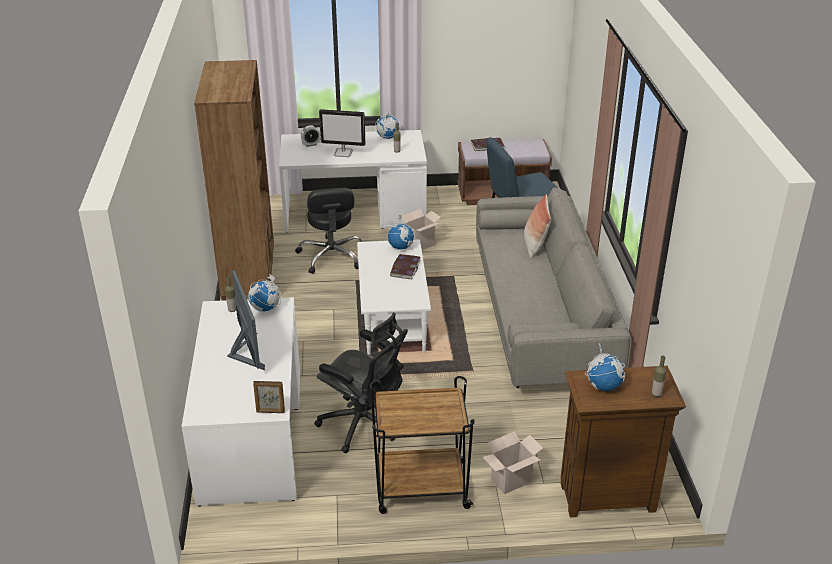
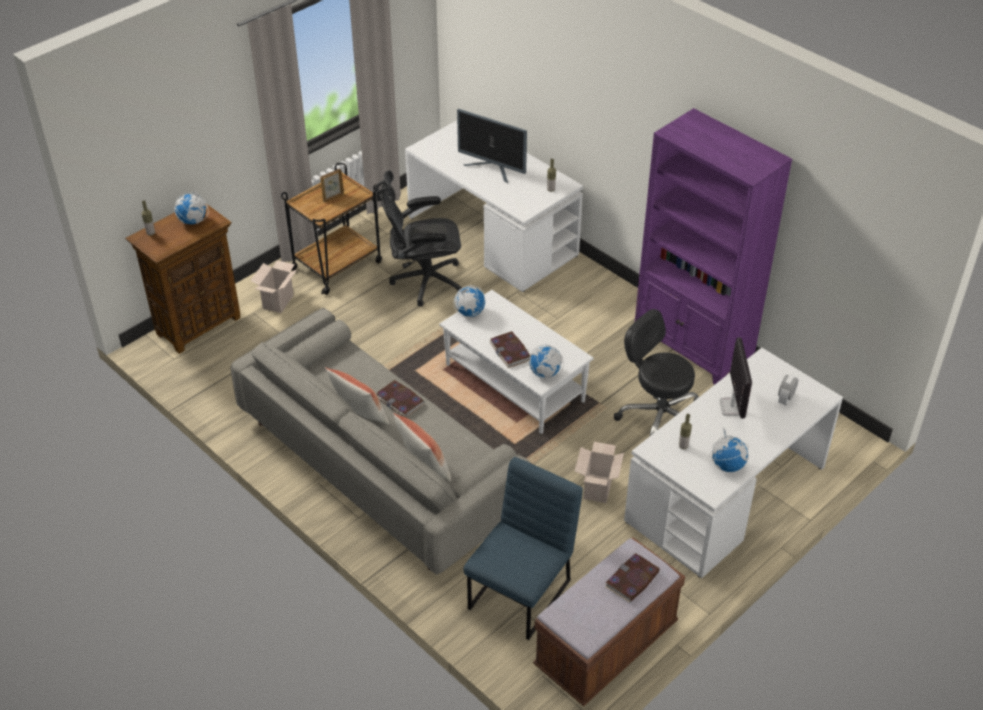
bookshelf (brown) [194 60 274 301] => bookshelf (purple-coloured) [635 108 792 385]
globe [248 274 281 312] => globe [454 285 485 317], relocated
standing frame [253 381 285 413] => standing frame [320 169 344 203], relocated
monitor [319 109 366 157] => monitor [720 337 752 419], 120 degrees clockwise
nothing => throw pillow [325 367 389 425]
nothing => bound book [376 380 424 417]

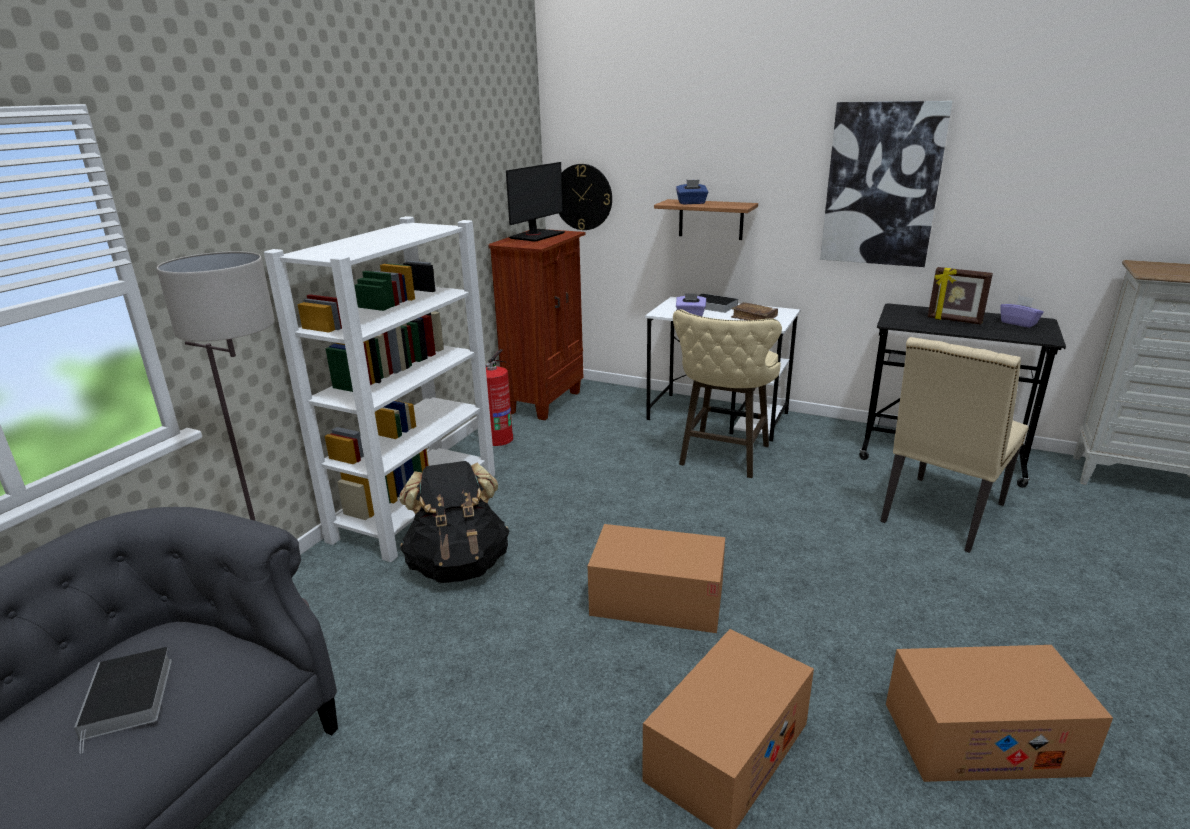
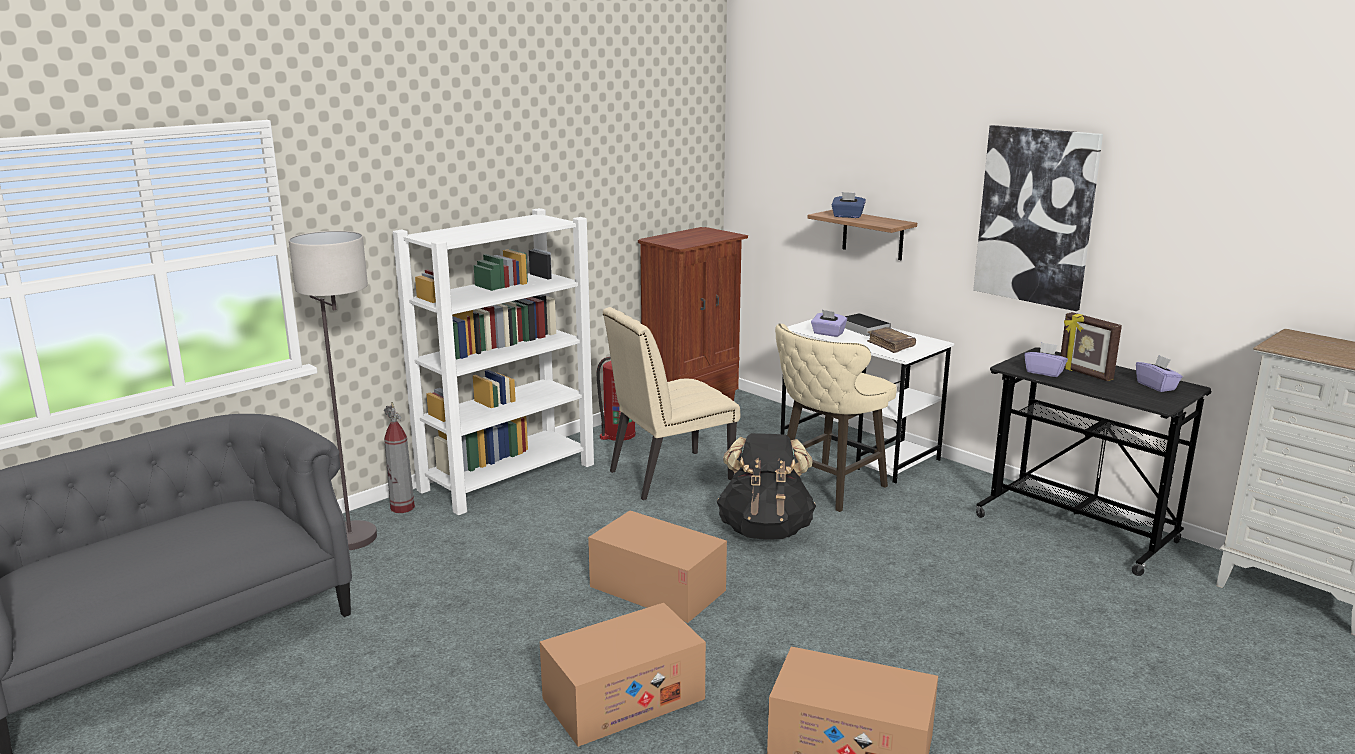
bound book [74 647 172 754] => nothing
backpack (blackish) [399 461 510 583] => backpack (blackish) [717 433 816 540], relocated
monitor [506 162 565 242] => nothing
clock on the wall [558 164 612 230] => nothing
plain chair (sand-coloured) [880 337 1029 553] => plain chair (sand-coloured) [603 307 740 500], relocated
nothing => fire-fighting cylinder [384 402 415 513]
nothing => box of tissues (purple-coloured) [1024 342 1068 377]

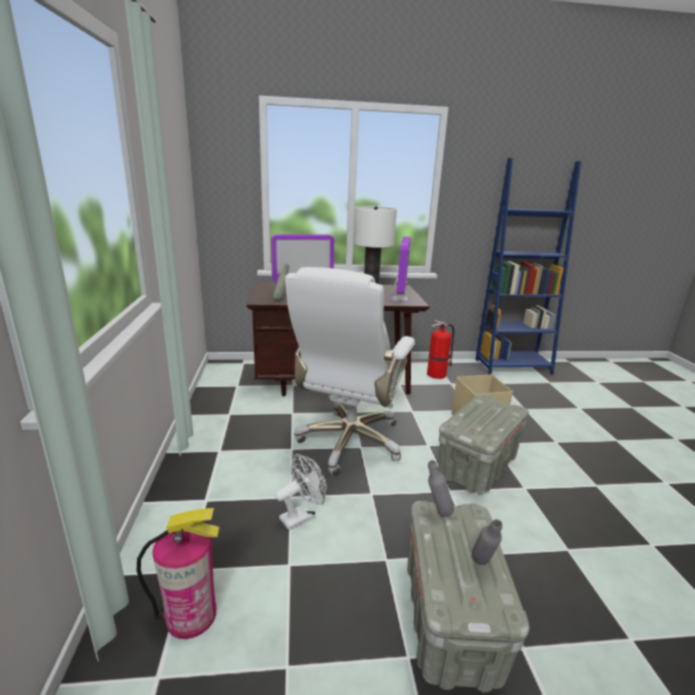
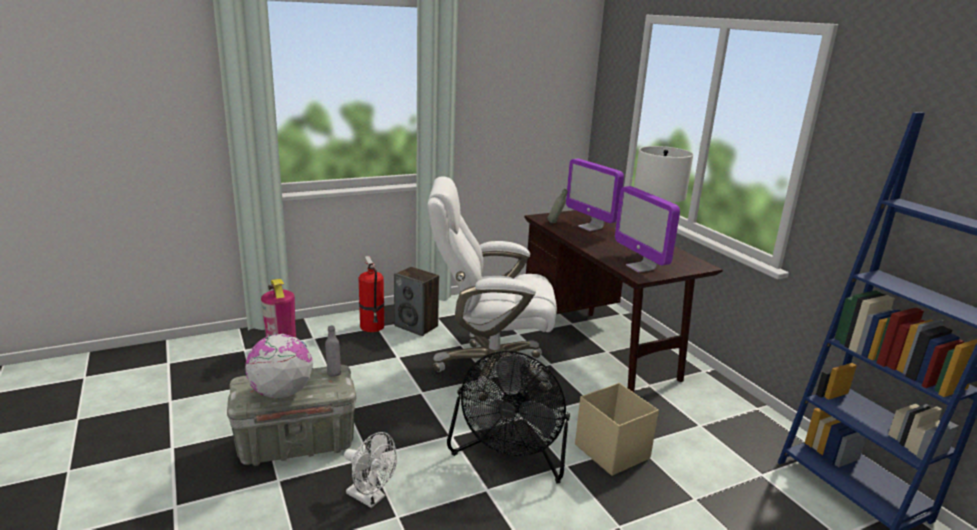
fan (white-coloured) [275 454 327 530] => fan (white-coloured) [344 432 397 508], relocated
monitor [390 236 411 302] => monitor [615 186 680 272], 75 degrees clockwise
fire-fighting cylinder [427 320 454 379] => fire-fighting cylinder [359 256 384 332], relocated
storage box (gray) [438 394 529 494] => fan (blackish) [447 351 570 484]
beverage bottle (gray) [472 519 502 565] => globe [245 334 313 399]
nothing => speaker [394 267 439 336]

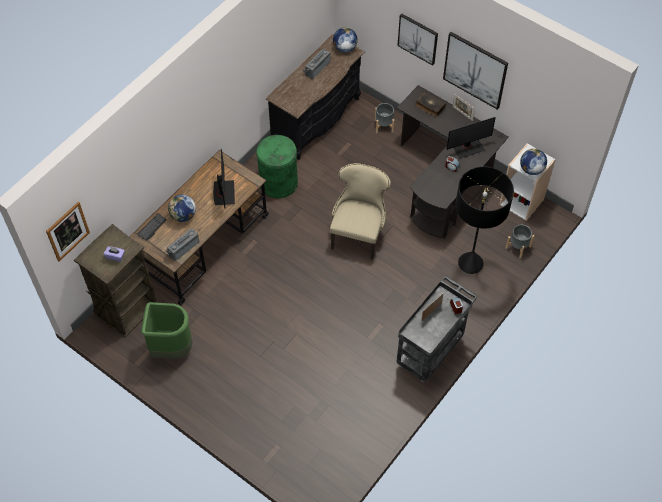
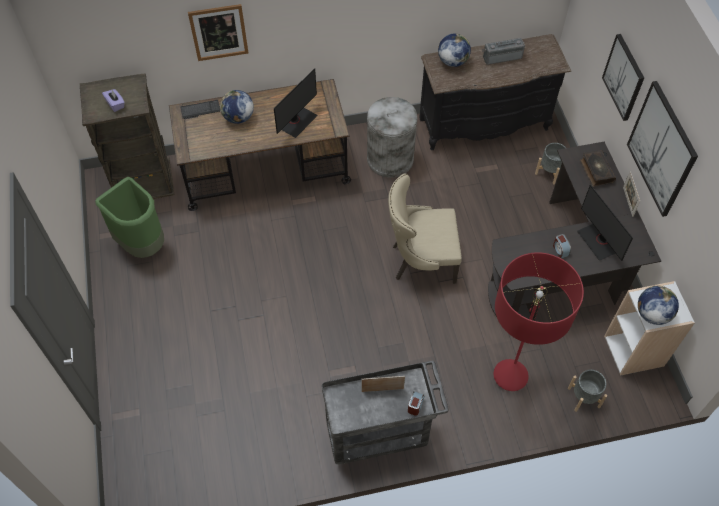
wall art [46 202 90 261] => wall art [188 4 248 61], relocated
radio [166 228 199 261] => nothing
trash can (green) [256 135 298 198] => trash can (gray) [367 97 418 178]
plain chair (sand-coloured) [330 163 391 260] => plain chair (sand-coloured) [388 174 462 284], 150 degrees counterclockwise
globe [333 27 358 52] => globe [438 33 471 67], relocated
monitor [447 117 496 159] => monitor [577 185 633 261], 45 degrees clockwise
standard lamp (blackish) [456 166 514 274] => standard lamp (reddish) [494 252 584 391]

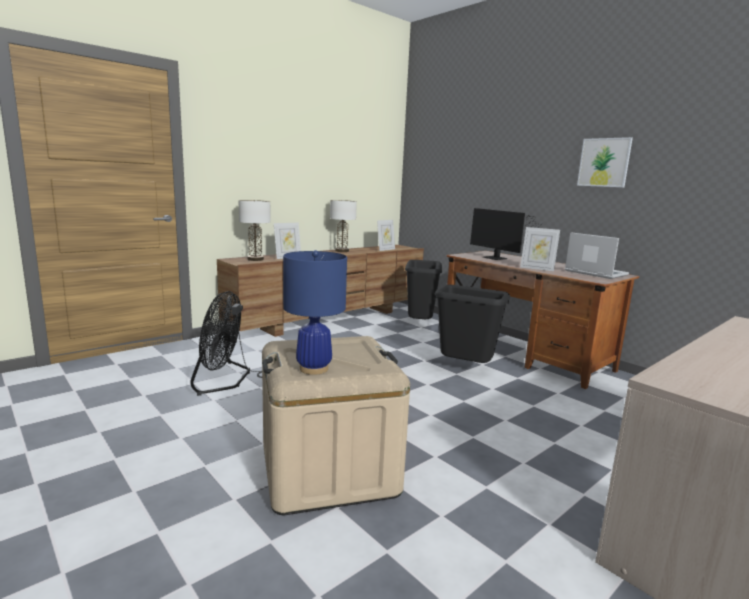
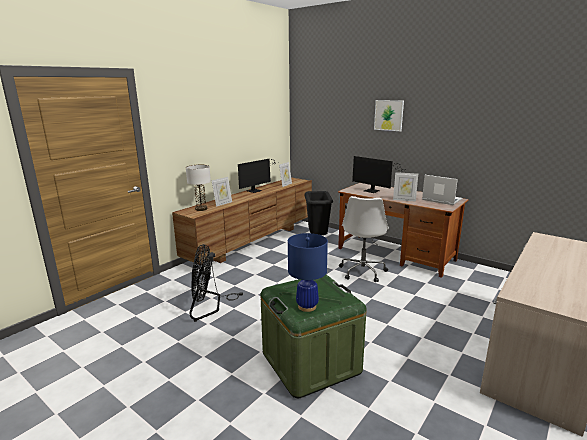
storage box (sand-coloured) [262 336 410 515] => storage box (green) [260 275 367 398]
table lamp [330 200 357 252] => monitor [238 159 276 193]
trash can (blackish) [435 285 510 363] => computer chair (white-coloured) [339 196 389 282]
wall art [577 137 633 187] => wall art [374 100 404 131], relocated

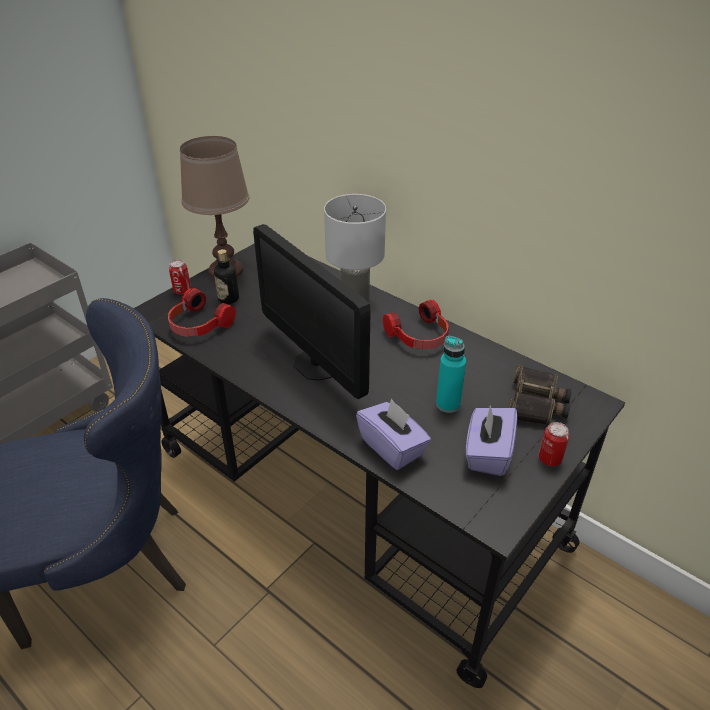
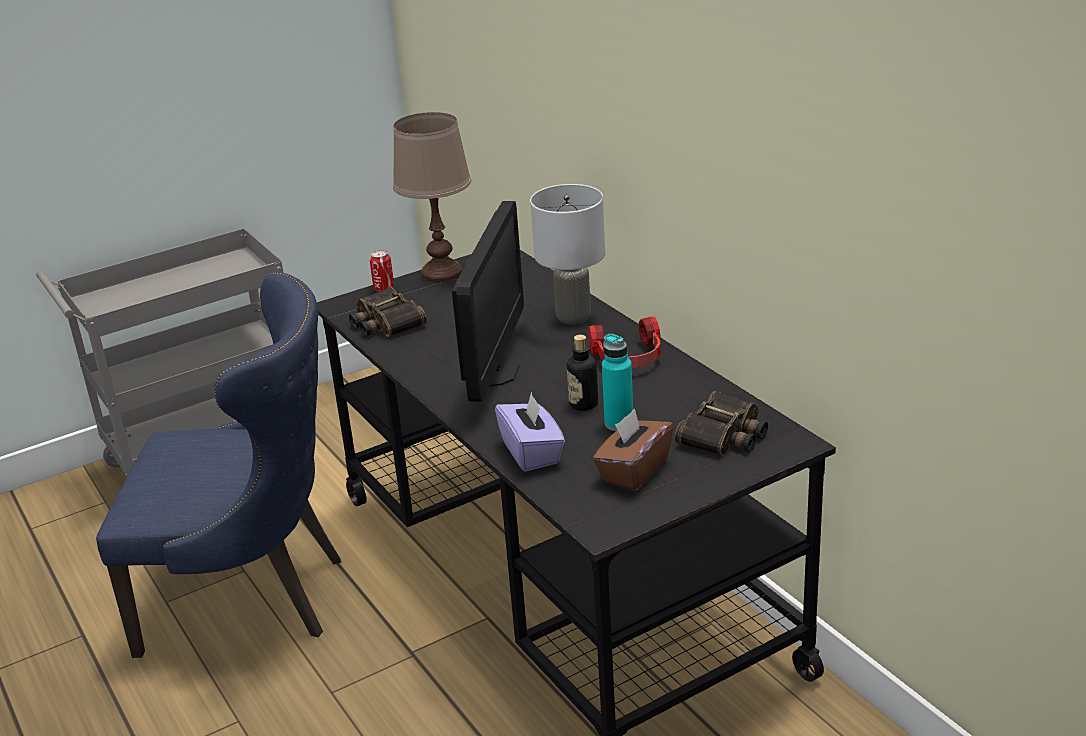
headphones [168 288 236 337] => pair of binoculars [349 286 427 337]
beverage bottle [214 249 239 304] => beverage bottle [567 335 598 411], relocated
monitor [253 224 371 399] => monitor [452 201 524 402], 150 degrees counterclockwise
box of tissues (purple-coloured) [466 405 517 476] => box of tissues (brown) [593 409 673 491]
can [538 422 569 466] => nothing

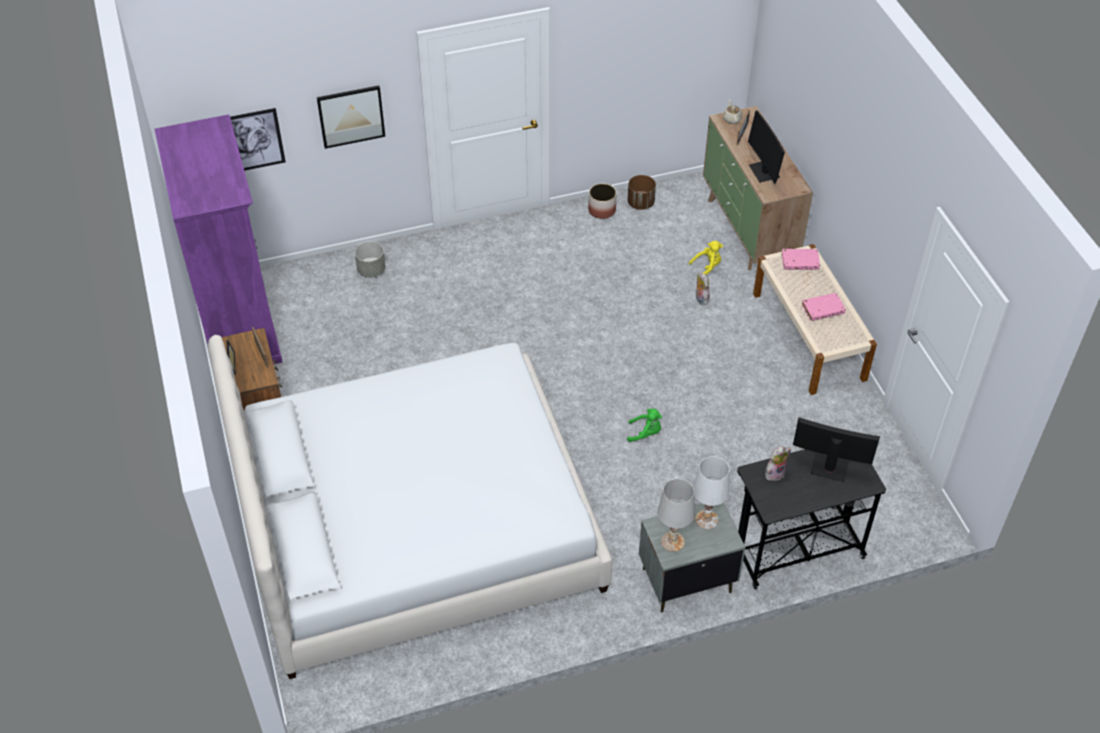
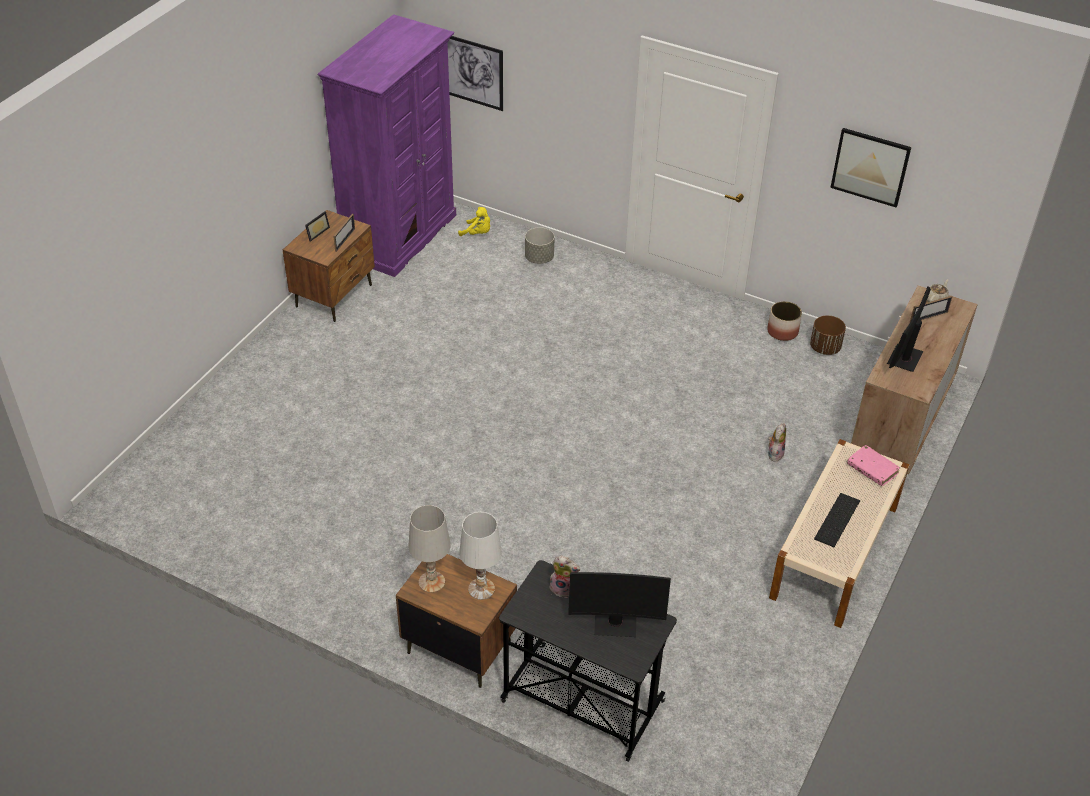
bed (white-coloured) [208 335 612 679] => nothing
wall art [317 85 385 149] => wall art [830 128 911 207], relocated
plush toy (green) [627 409 662 442] => nothing
night table (gray) [639 502 746 612] => night table (brown) [396 554 517 688]
plush toy (yellow) [689 241 723 277] => plush toy (yellow) [458 207 490 236], relocated
monitor [793 417 880 482] => monitor [568 572 671 637], 120 degrees clockwise
bound book (pink) [802 293 846 321] => keyboard [814 493 860 547]

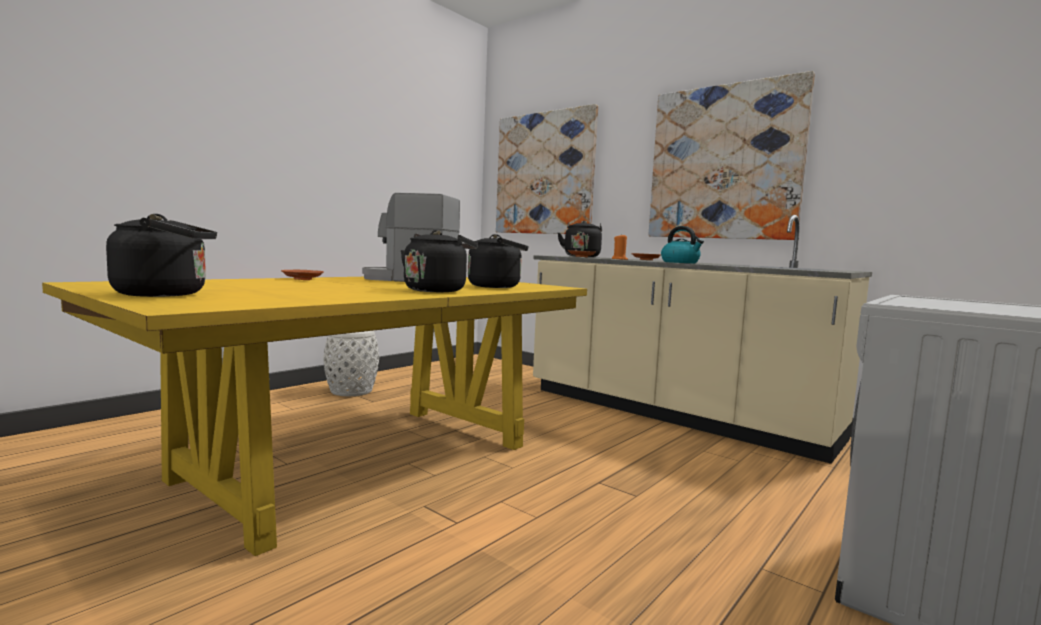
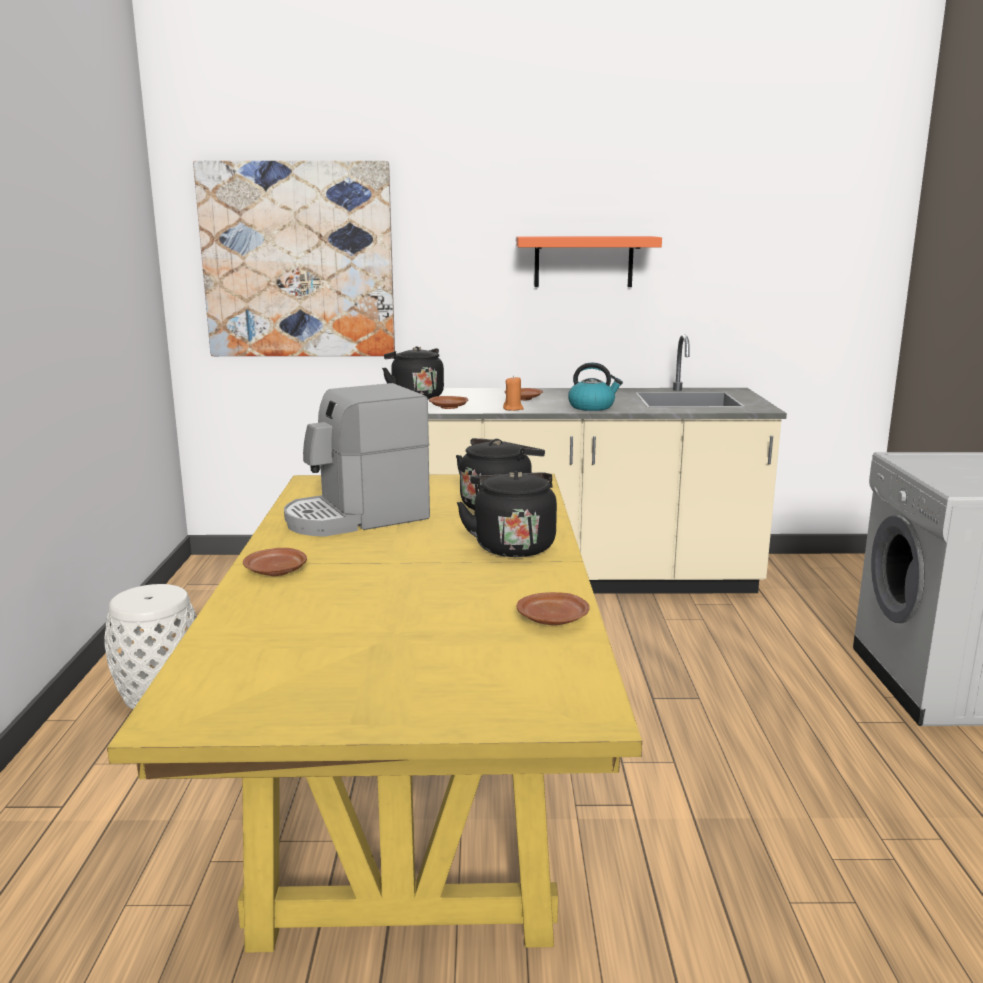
tea kettle (blackish) [106 214 217 297] => nothing
wall art [649 71 815 240] => shelf (orange) [516 236 662 287]
nothing => flat dish (brown) [517 592 590 626]

